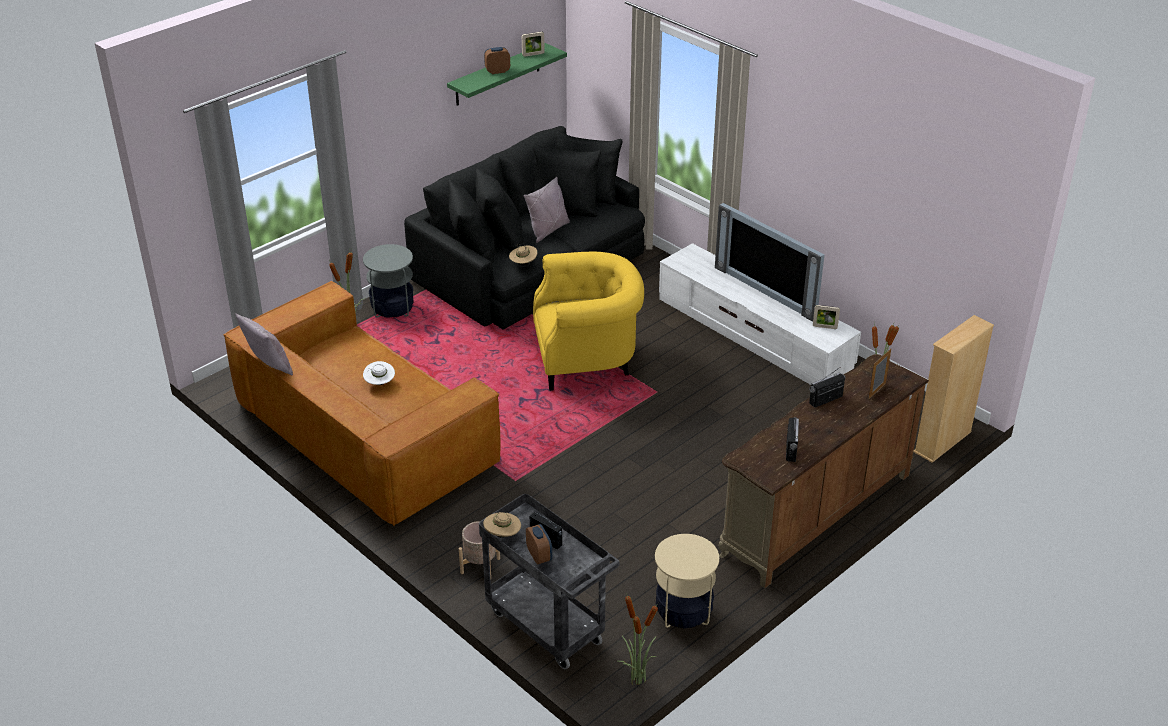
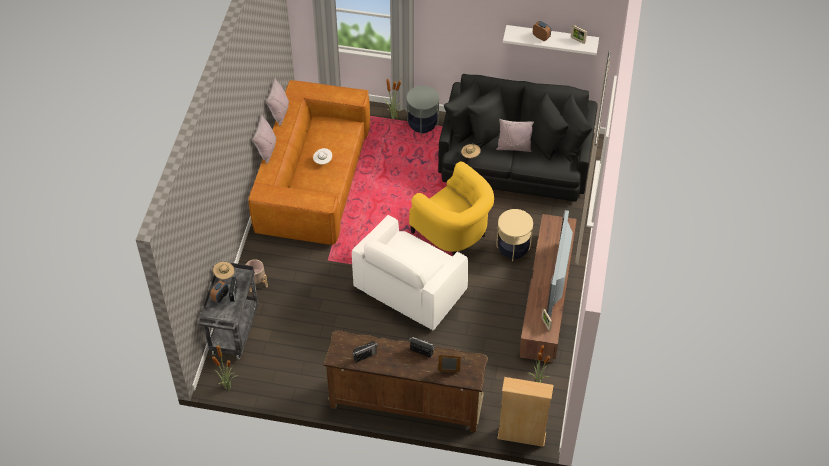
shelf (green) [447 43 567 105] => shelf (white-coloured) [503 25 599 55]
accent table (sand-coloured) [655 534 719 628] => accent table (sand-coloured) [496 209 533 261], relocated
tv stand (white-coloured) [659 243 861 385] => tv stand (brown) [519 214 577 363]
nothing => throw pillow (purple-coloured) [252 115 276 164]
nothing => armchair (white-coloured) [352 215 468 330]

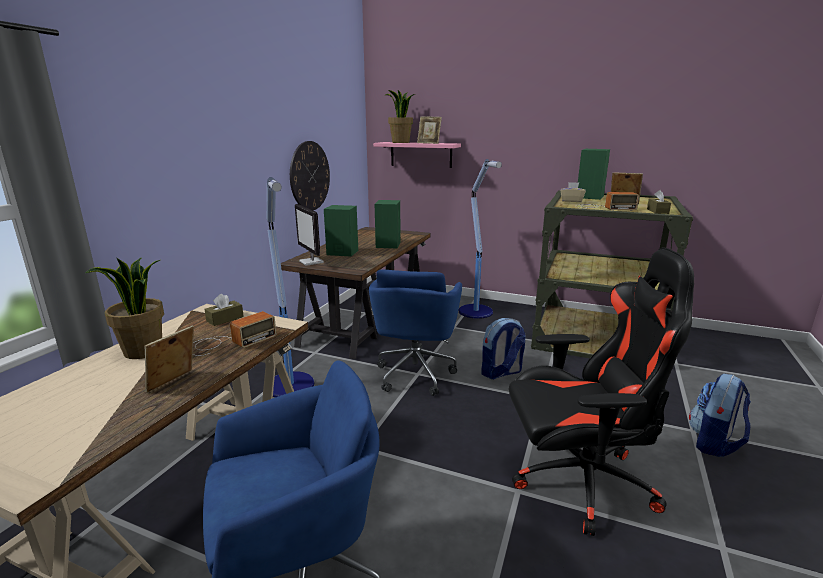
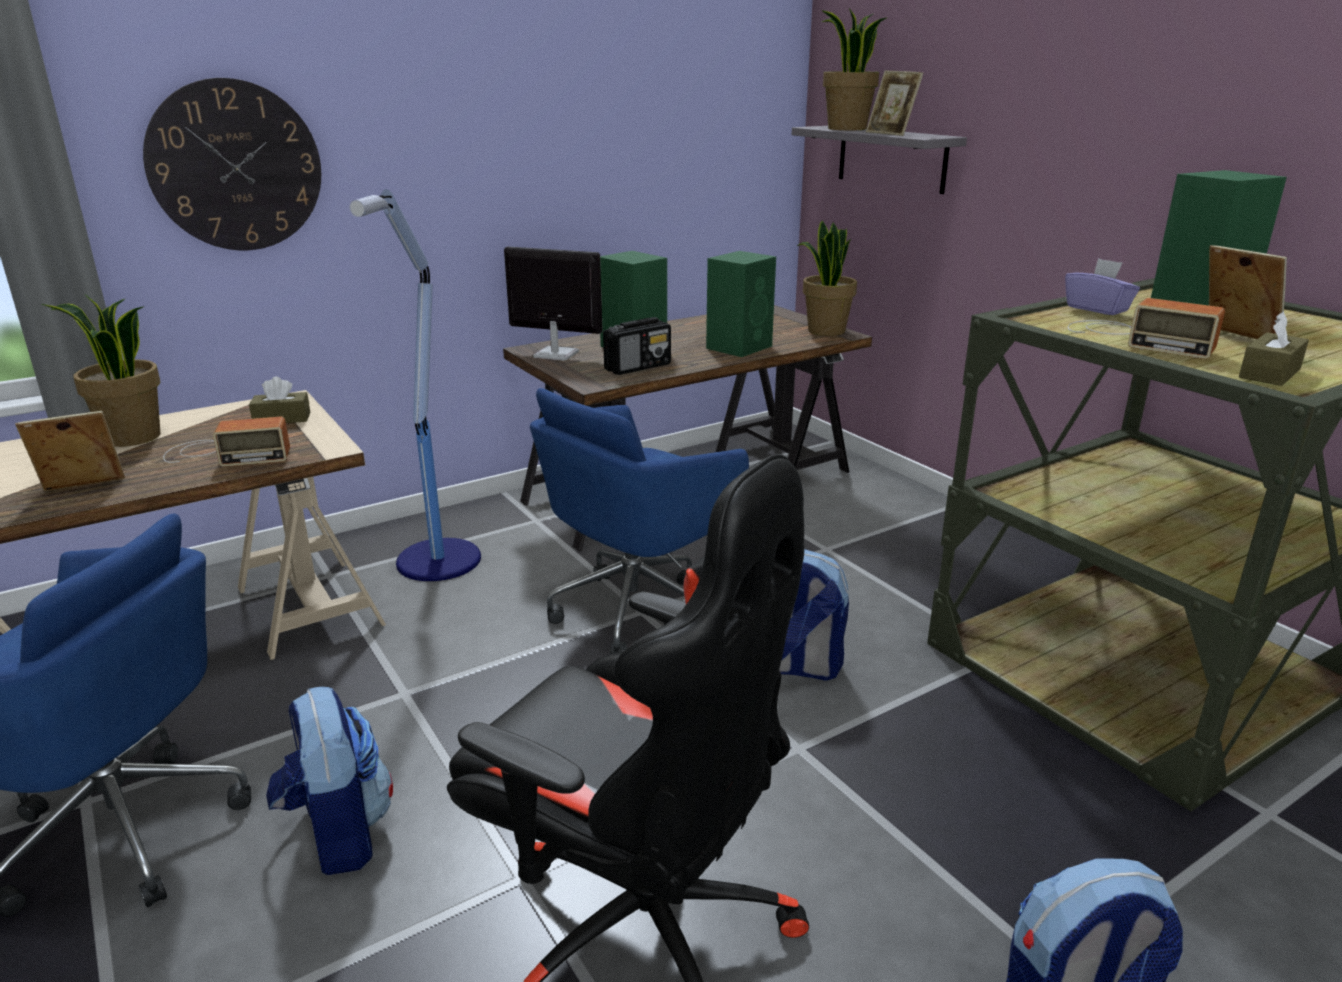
clock on the wall [290 141 330 210] => clock on the wall [143 78 321 250], relocated
monitor [295 204 324 265] => monitor [504 246 603 361], 105 degrees clockwise
shelf (pink) [373 142 461 168] => shelf (gray) [792 126 967 194]
standard lamp [459 159 502 319] => nothing
box of tissues (sand-coloured) [561 182 586 202] => box of tissues (purple-coloured) [1065 258 1140 315]
nothing => backpack [266 687 393 875]
nothing => radio [603 317 671 375]
nothing => houseplant [797 221 857 336]

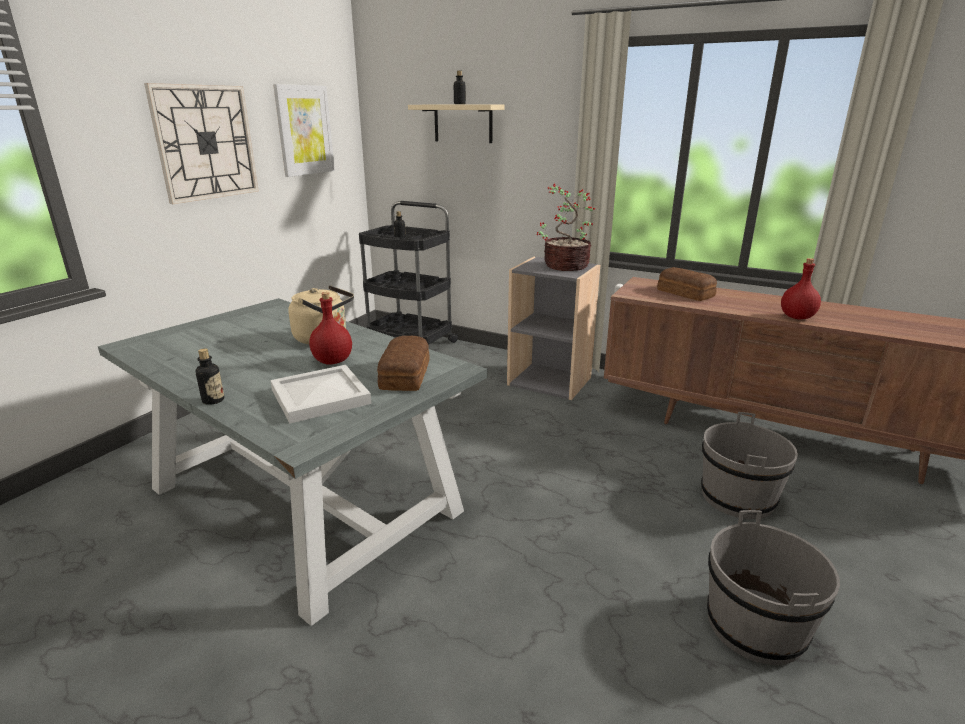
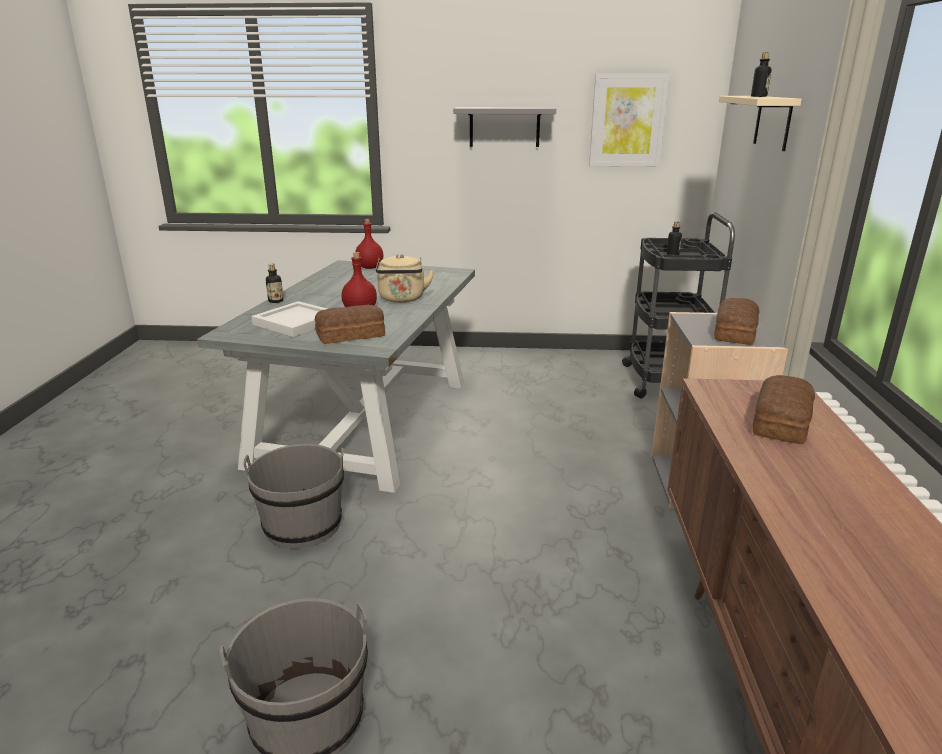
clock on the wall [144 83 259 204] => shelf (gray) [453 107 556 147]
houseplant [536 184 595 271] => baked bread [714 298 759 345]
water bucket (gray) [701 412 798 519] => water bucket (gray) [243 444 344 549], relocated
beverage bottle (reddish) [781 258 821 319] => beverage bottle (reddish) [355 219 383 269], relocated

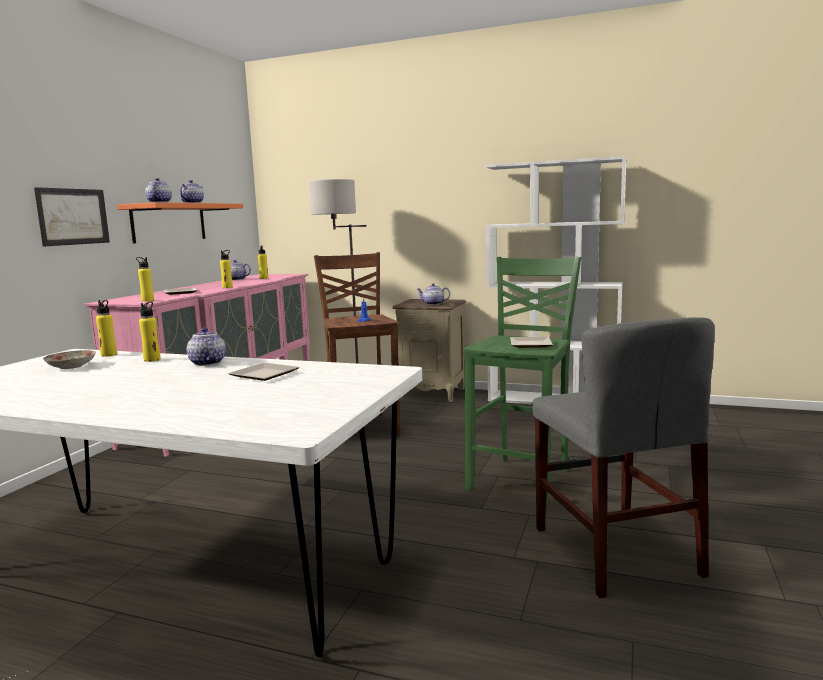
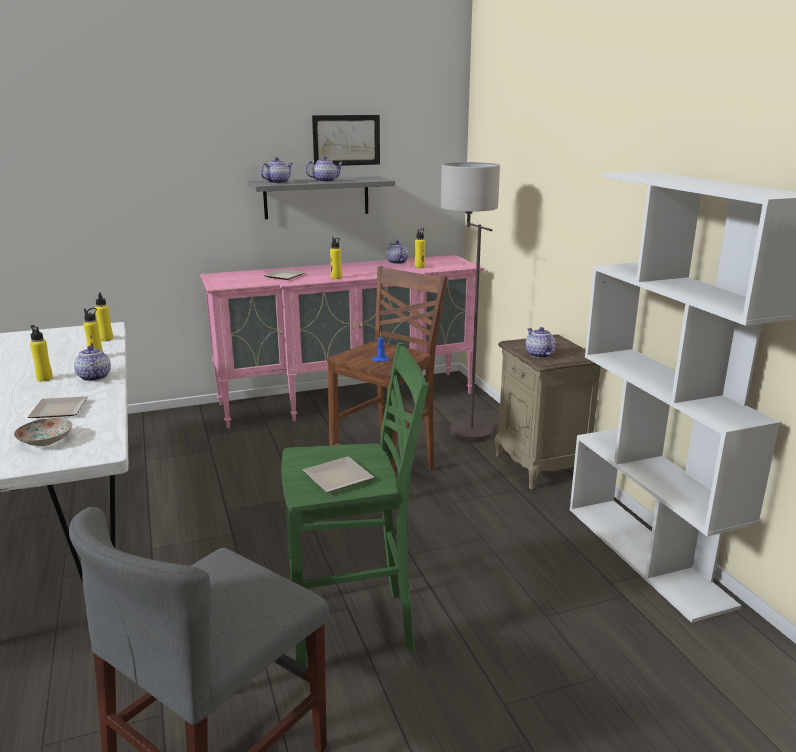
wall art [34 187 110 247] => wall art [312 115 380 166], relocated
flat dish [43 350 96 369] => flat dish [14 418 72 446], relocated
shelf (orange) [117 202 243 243] => shelf (gray) [248 176 395 219]
beverage bottle (yellow) [136 257 154 302] => beverage bottle (yellow) [30 325 53 382], relocated
teapot [187 328 226 366] => teapot [74 346 111 381], 45 degrees counterclockwise

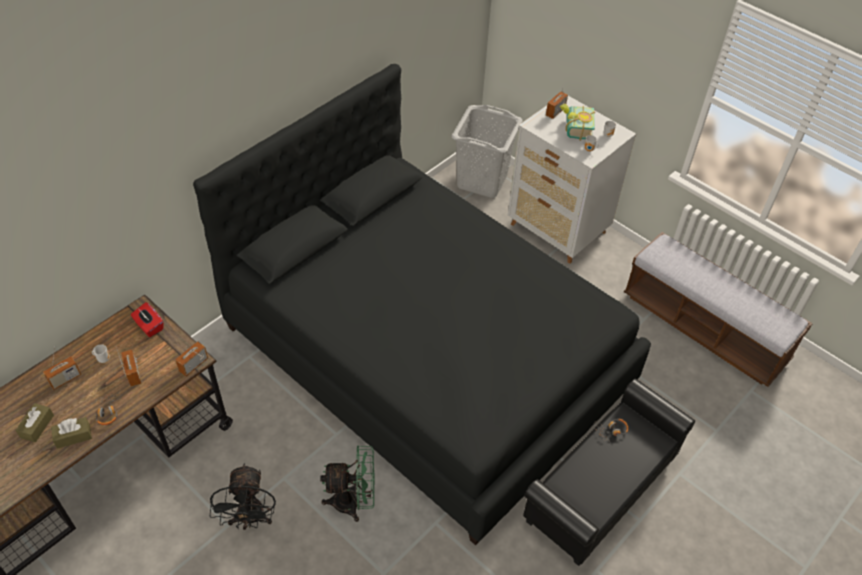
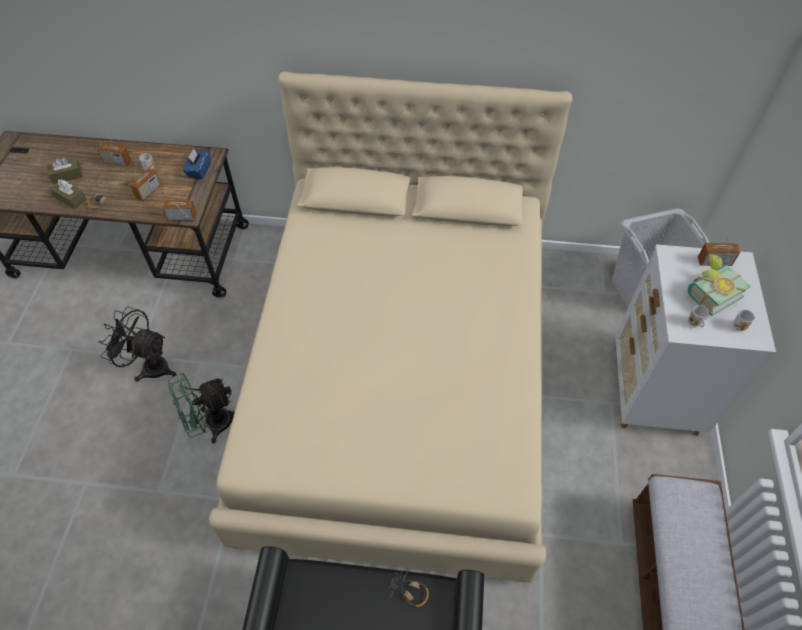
box of tissues (reddish) [131 302 164 337] => box of tissues (bluish) [183 149 211 179]
bed (blackish) [193 64 651 545] => bed (sand-coloured) [209 71 573 582]
fan (blackish) [210 463 276 530] => fan (blackish) [98 307 177 382], 60 degrees clockwise
fan (green) [320 446 374 522] => fan (green) [168 373 235 443], 105 degrees clockwise

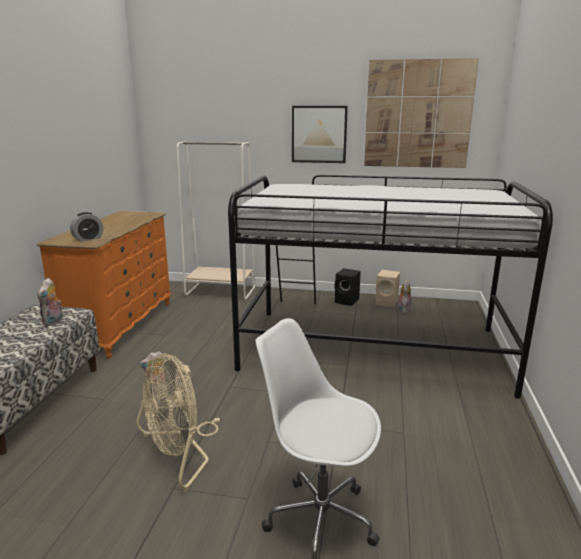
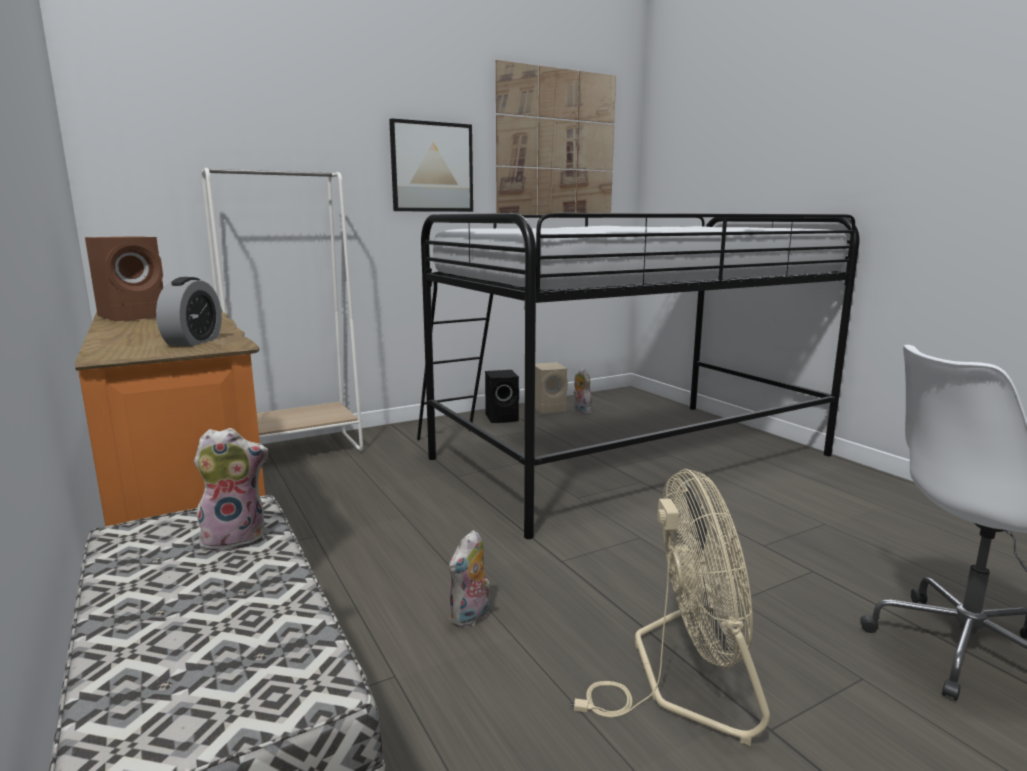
plush toy [37 278 63 326] => plush toy [194 428 268 554], 75 degrees counterclockwise
fan (sand-coloured) [136 354 222 492] => fan (sand-coloured) [570 469 770 746], 105 degrees counterclockwise
nothing => speaker (brown) [85 236 163 321]

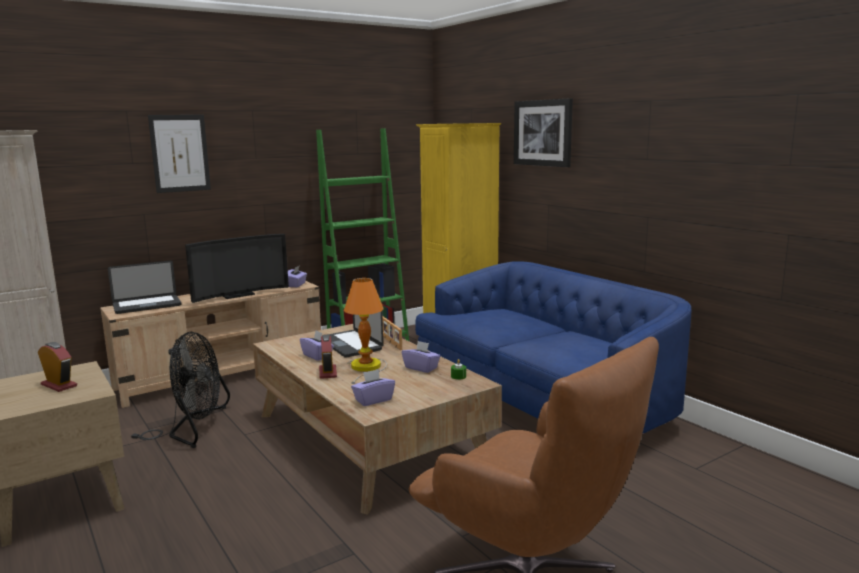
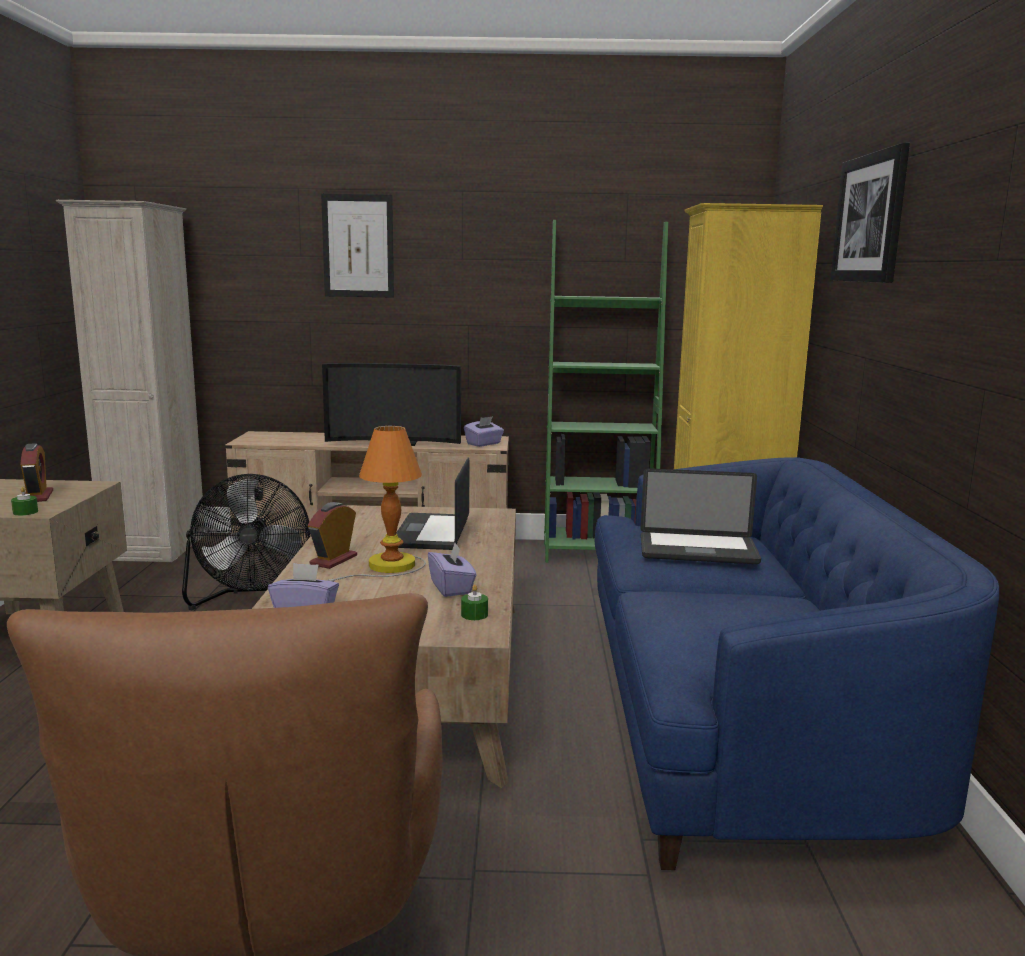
notebook computer [108 260 181 314] => notebook computer [640 468 761 564], relocated
fan (blackish) [131 332 230 448] => fan (blackish) [182 474 310 610], 45 degrees clockwise
box of tissues (purple-coloured) [300 331 334 361] => nothing
standing frame [382 316 402 350] => nothing
nothing => candle (green) [11 487 38 516]

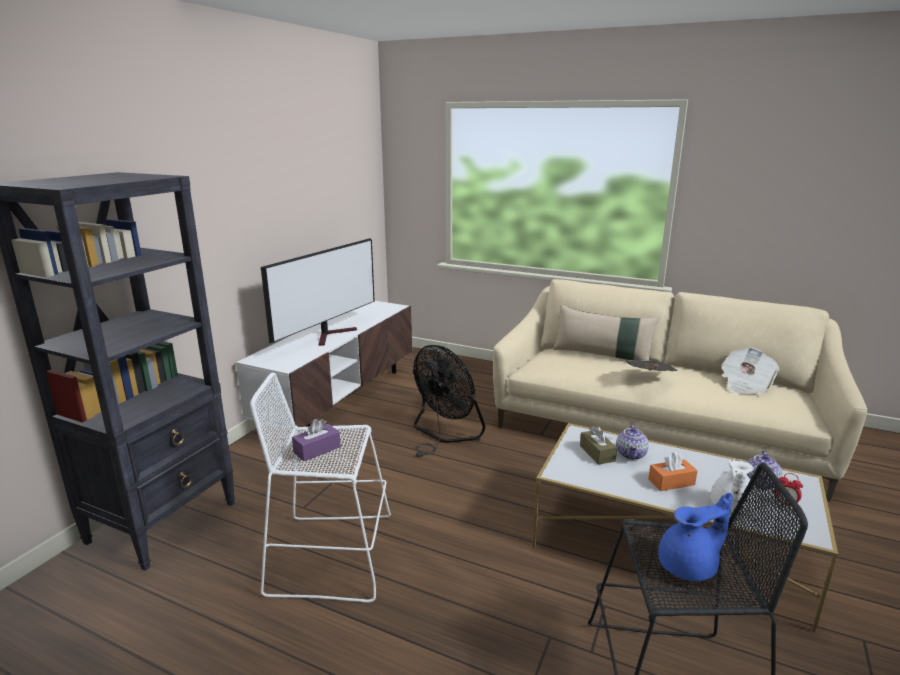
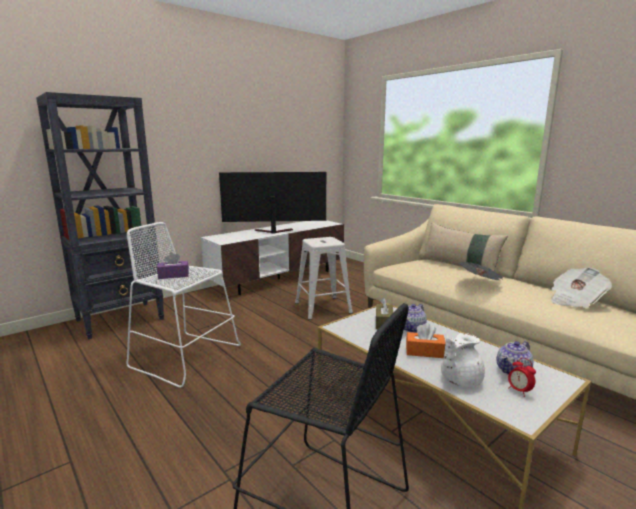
television [261 238 375 346] => television [219 172 326 234], 150 degrees counterclockwise
fan (blackish) [412 345 485 458] => sitting stool (white-coloured) [295 237 353 320]
teapot (bluish) [658 492 733 581] => nothing

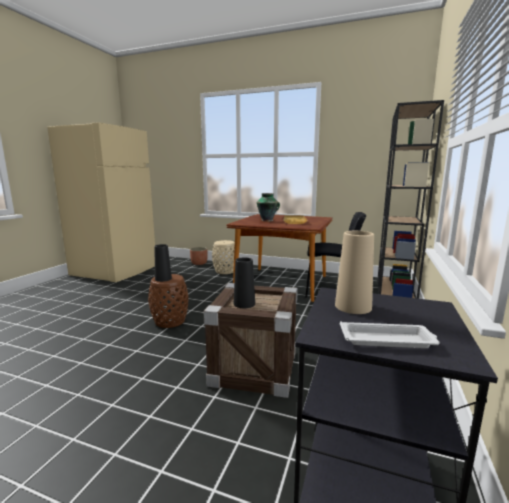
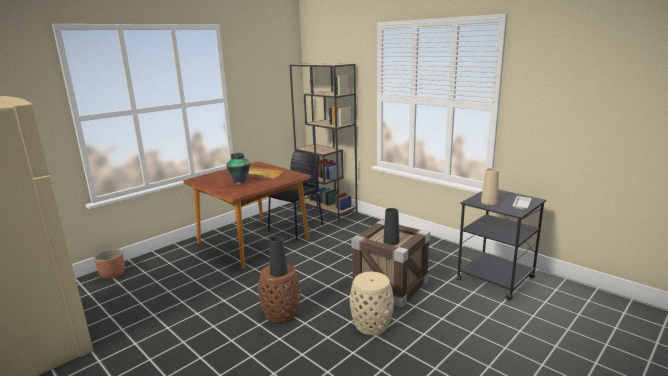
sitting stool (sand-coloured) [212 240 235 274] => sitting stool (sand-coloured) [350 272 394 335], relocated

